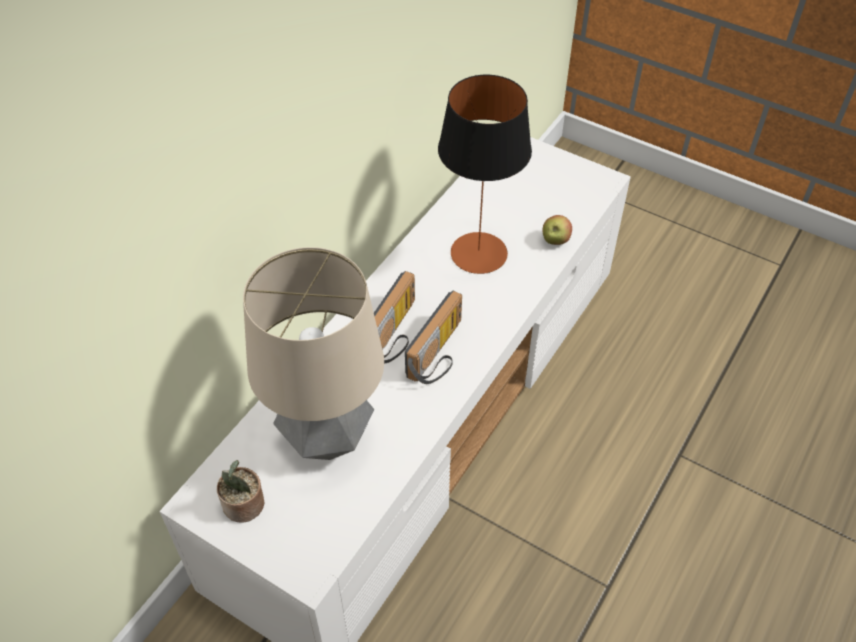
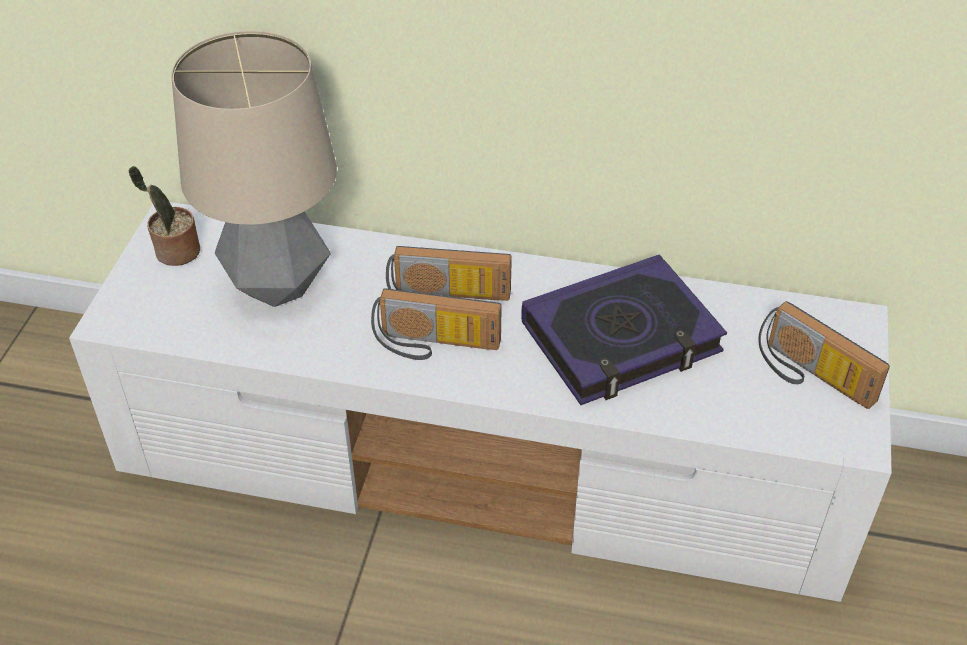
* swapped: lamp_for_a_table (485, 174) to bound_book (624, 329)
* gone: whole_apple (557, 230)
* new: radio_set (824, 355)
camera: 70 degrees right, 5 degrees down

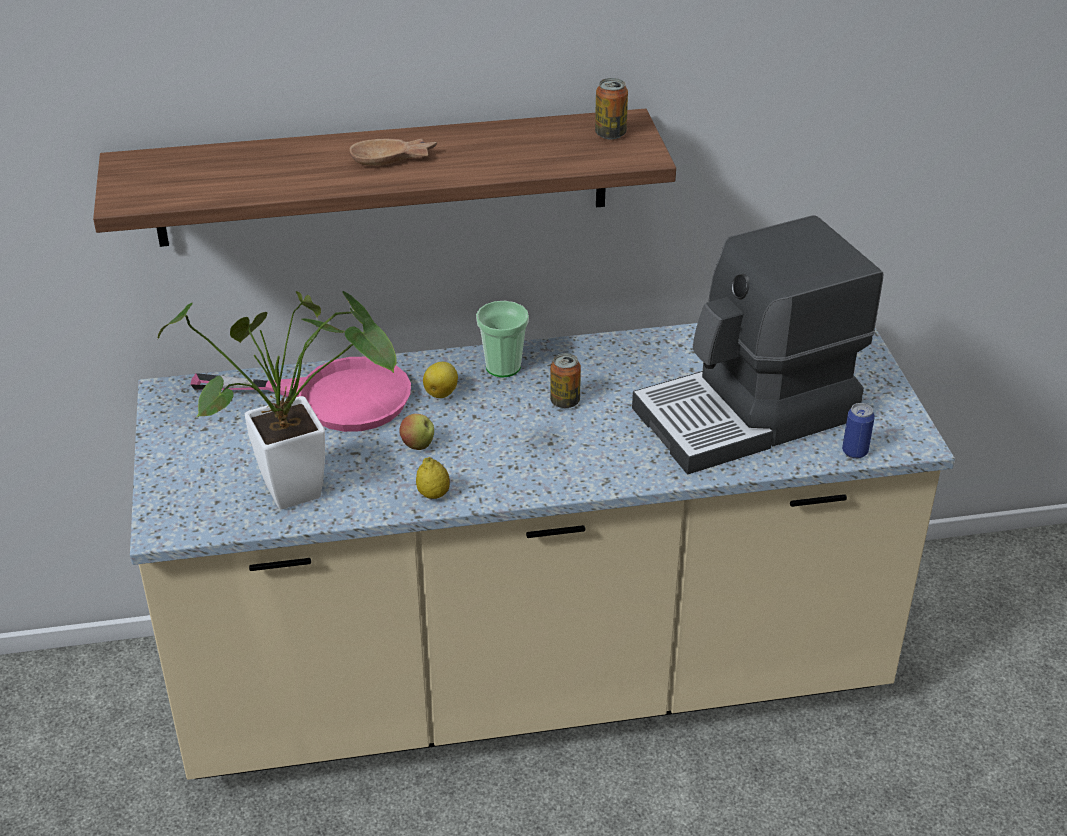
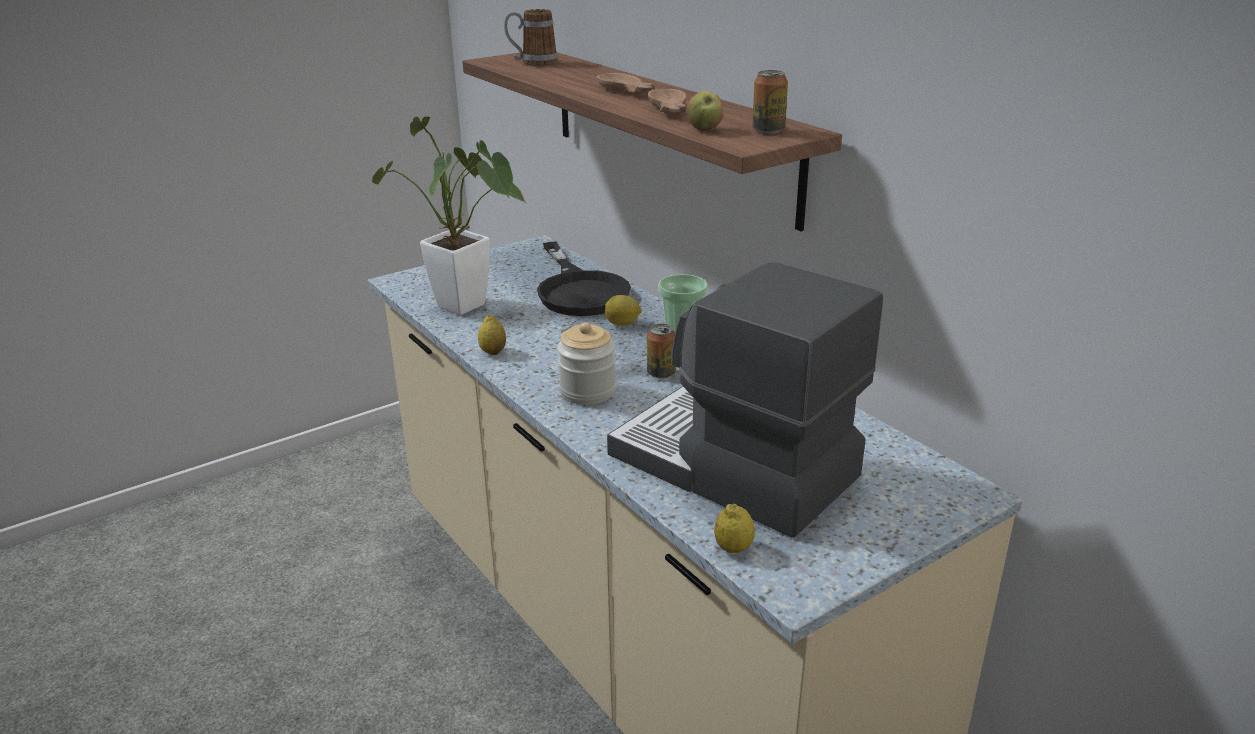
* repainted: pink_frying_pan (300, 394) to black_frying_pan (584, 278)
* shifted: whole_apple (416, 432) to (704, 111)
* swapped: metal_can (858, 431) to lemon (734, 528)
* new: mug (531, 37)
* new: jar (586, 363)
* new: brown-coloured_bowl (667, 100)
camera: 65 degrees right, 10 degrees down

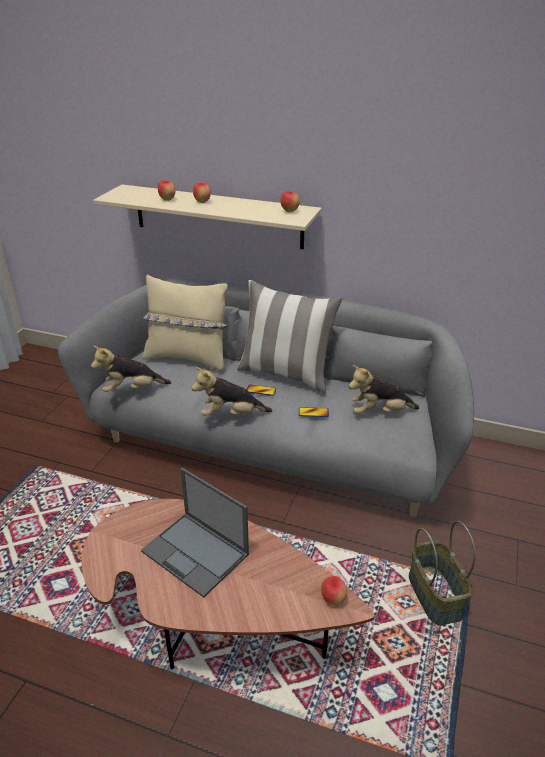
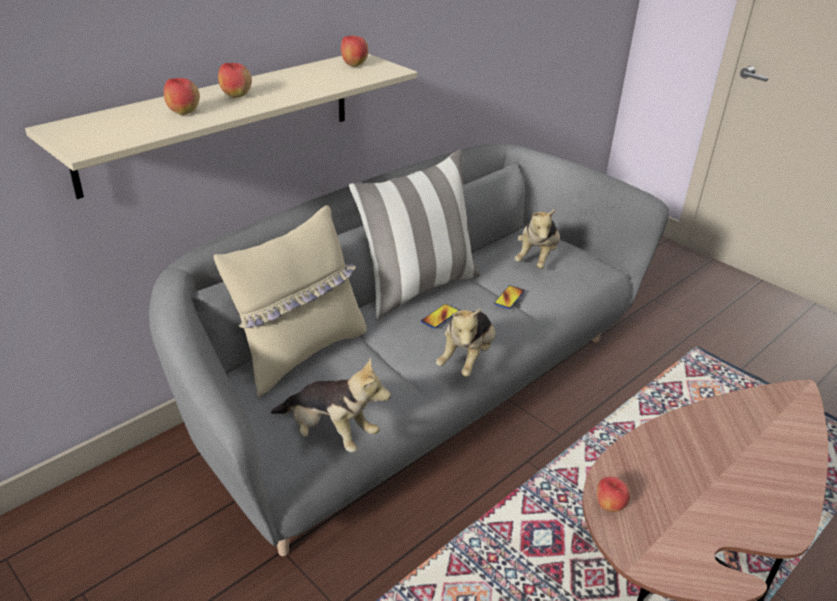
* rotated: plush_toy (131, 369) = (331, 405) 75 degrees counterclockwise
* gone: laptop (195, 533)
* shifted: whole_apple (334, 590) to (613, 494)
* gone: basket (442, 573)
camera: 65 degrees left, 0 degrees up

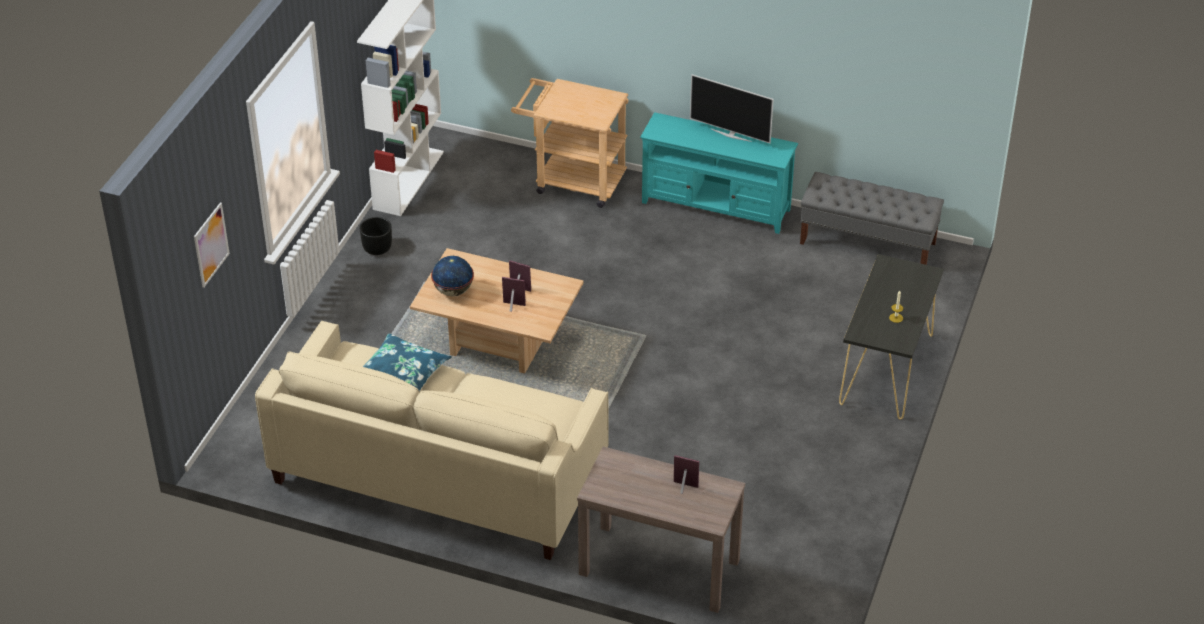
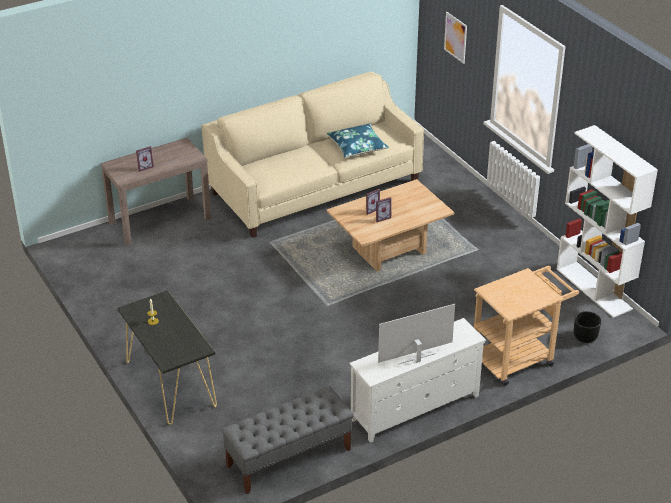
* shifted: black_plant_pot (376, 236) to (587, 327)
* gone: world_globe (452, 276)
* repainted: blue-green_tv_stand (719, 173) to white_tv_stand (418, 380)
camera: 130 degrees right, 5 degrees down

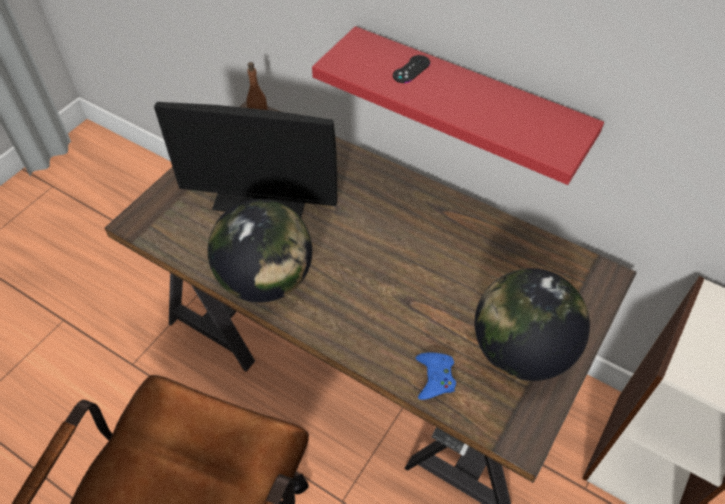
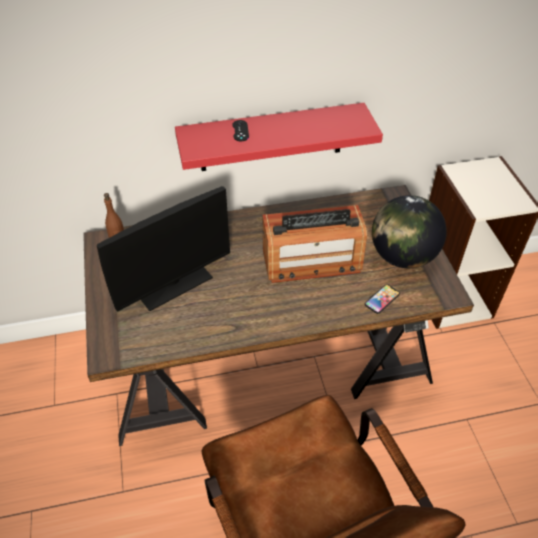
* gone: world_globe (260, 251)
* swapped: blue-coloured_gamepad (436, 376) to phone (382, 299)
* new: radio_set (315, 244)
camera: 45 degrees left, 5 degrees down

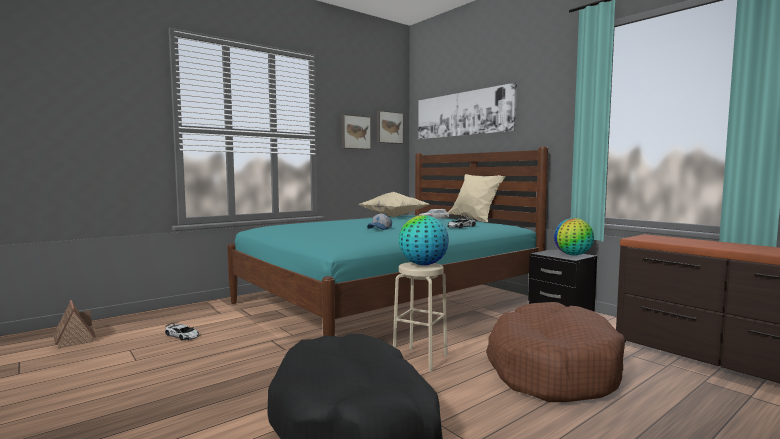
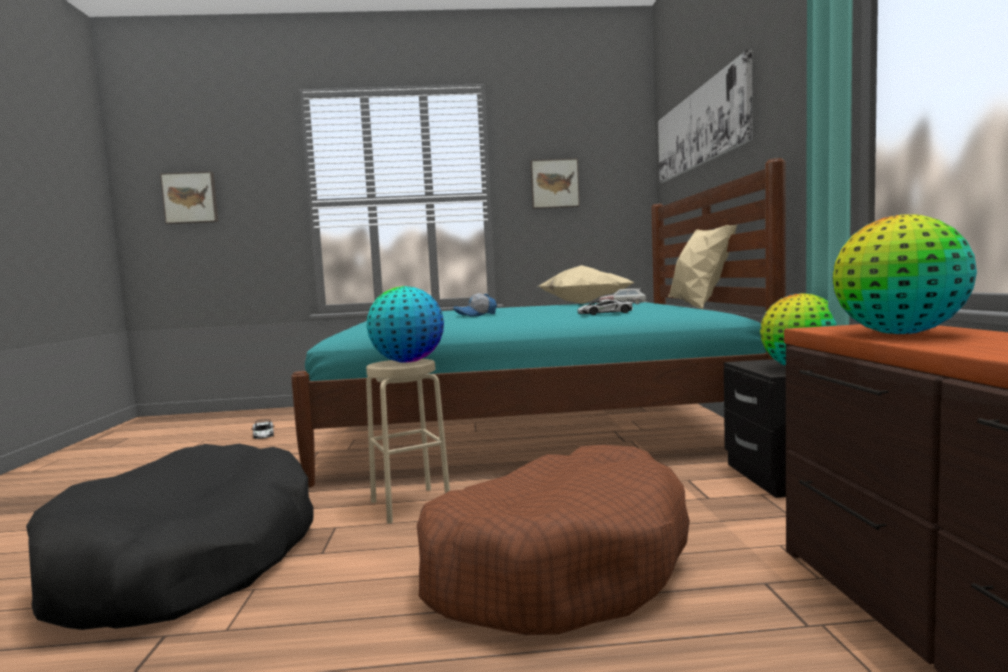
* gone: model_house (74, 324)
* shifted: wall_picture (390, 127) to (189, 198)
* new: world_globe (904, 274)
camera: 35 degrees right, 0 degrees up

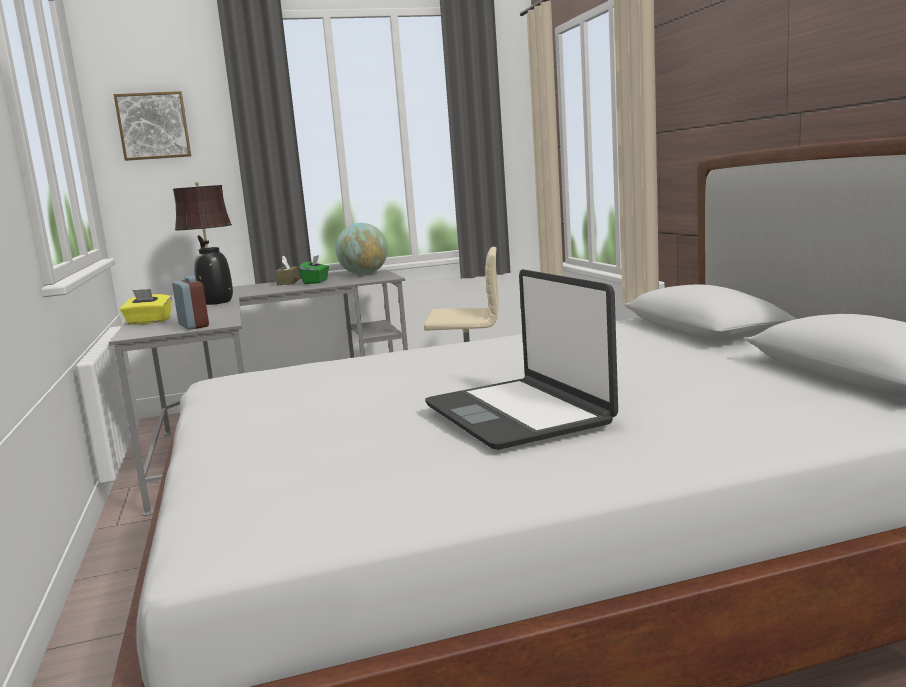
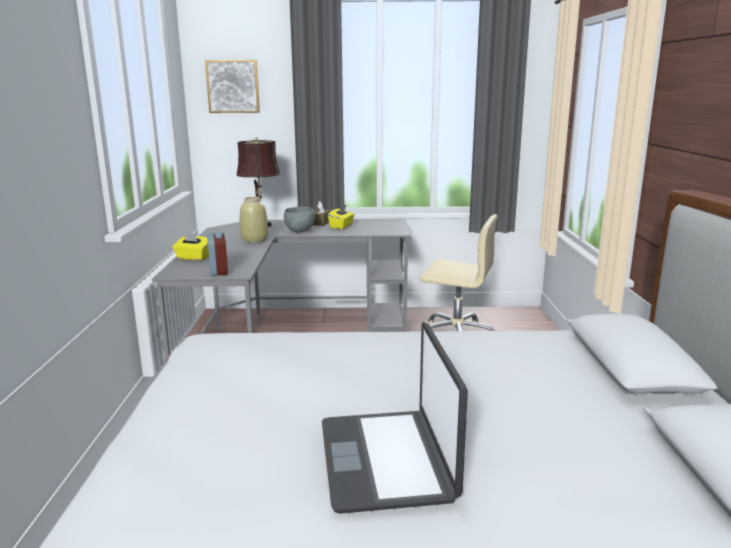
* repainted: black_vase (213, 276) to sand-coloured_vase (254, 220)
* repainted: greenish_box_of_tissues (314, 269) to yellow_box_of_tissues (341, 217)
* gone: world_globe (362, 249)
* new: greyish_bowl (299, 220)
camera: 15 degrees right, 5 degrees up

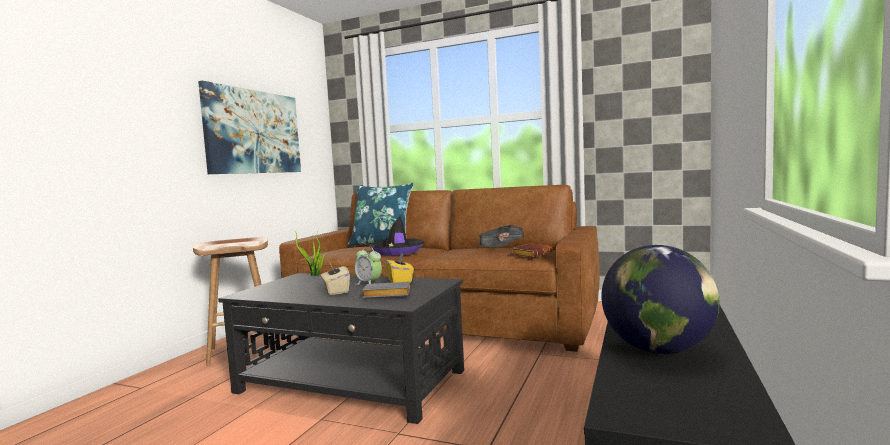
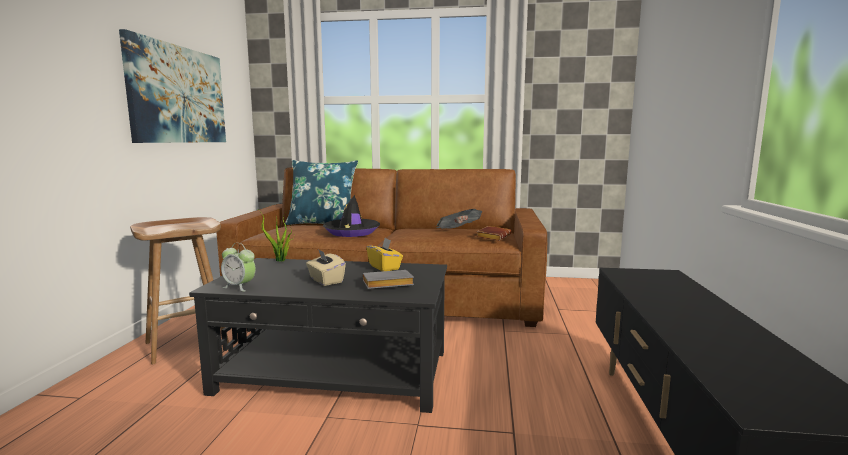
* shifted: table_clock (368, 265) to (238, 267)
* gone: world_globe (660, 299)
camera: 15 degrees left, 5 degrees up

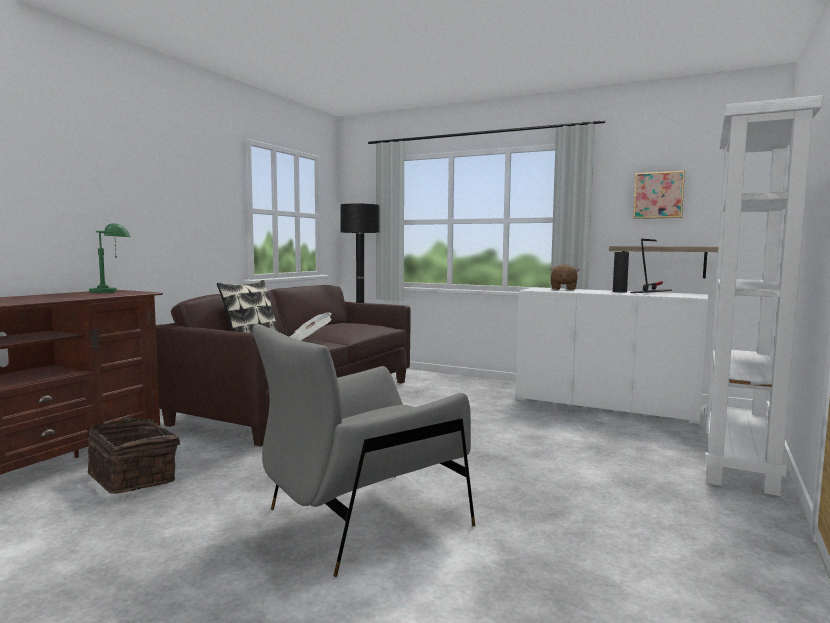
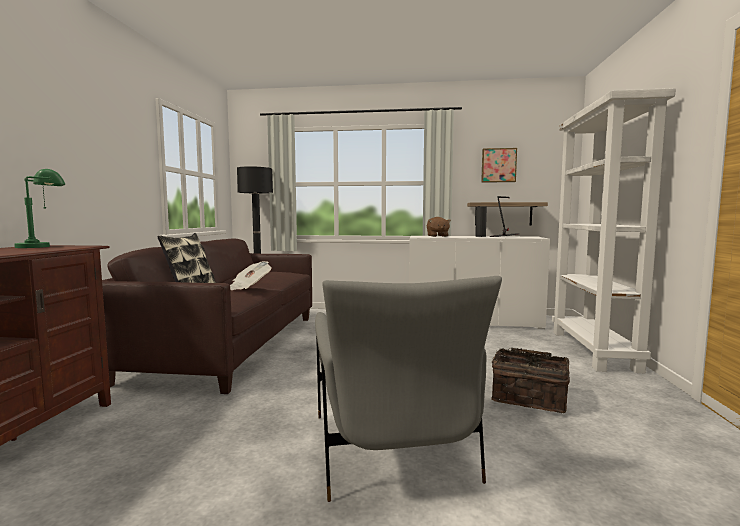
* shifted: basket (134, 455) to (530, 380)
* rotated: greyish_armchair (364, 450) = (408, 389) 45 degrees counterclockwise
camera: 20 degrees left, 0 degrees up

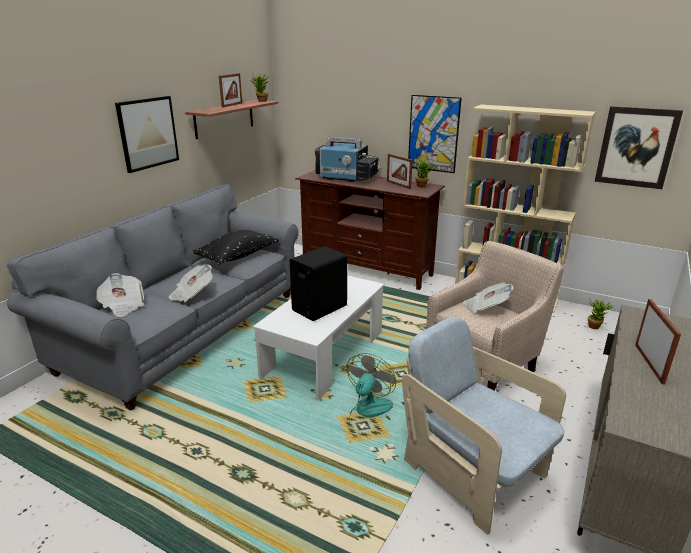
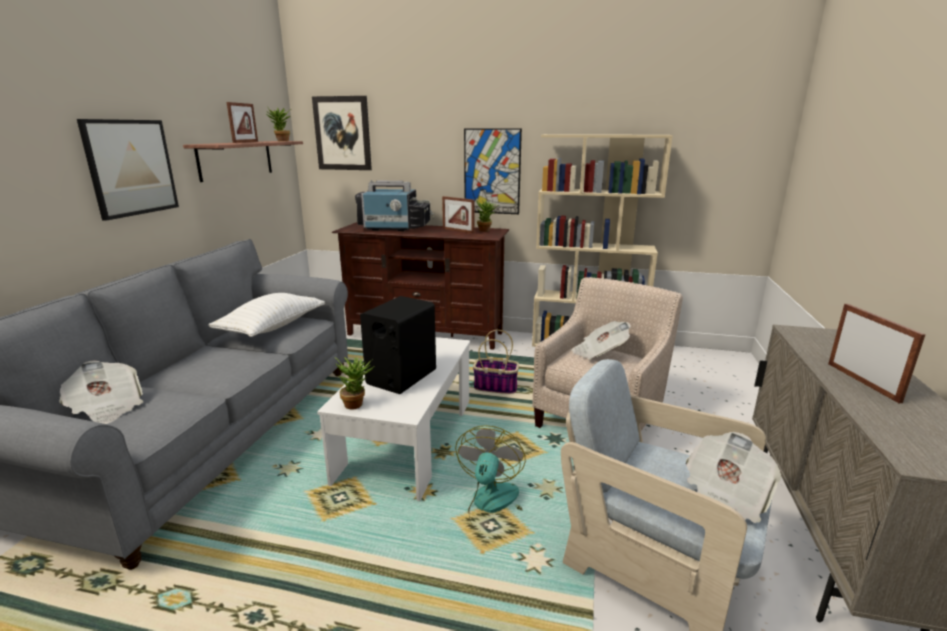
* shifted: daily_paper (191, 283) to (733, 477)
* repainted: black_throw_pillow (235, 247) to white_throw_pillow (266, 315)
* shifted: potted_plant (600, 313) to (355, 383)
* shifted: wall_picture (639, 147) to (342, 133)
* new: basket (496, 362)
camera: 15 degrees left, 5 degrees down

